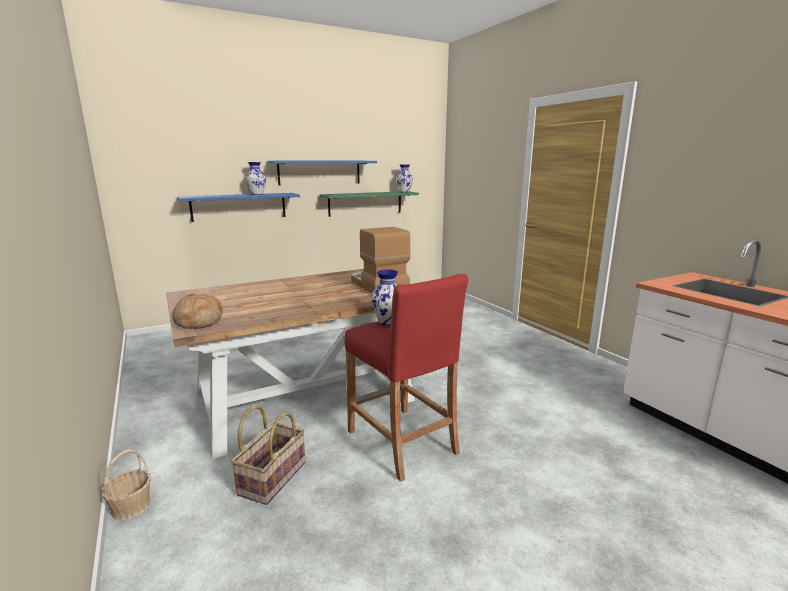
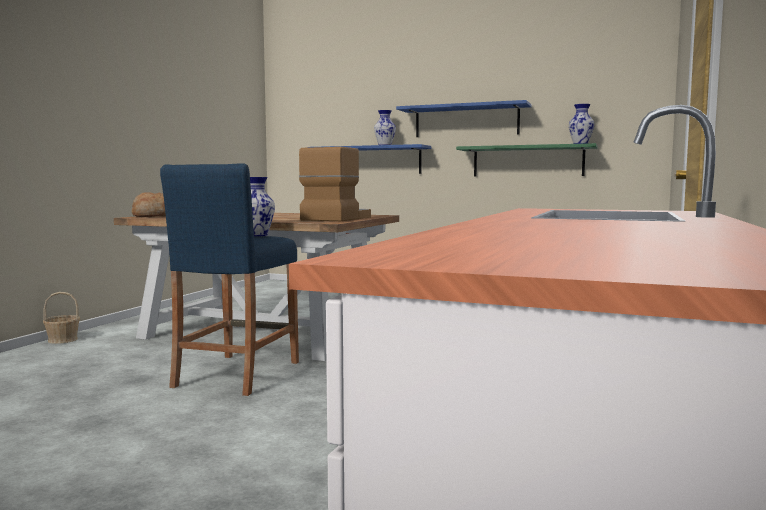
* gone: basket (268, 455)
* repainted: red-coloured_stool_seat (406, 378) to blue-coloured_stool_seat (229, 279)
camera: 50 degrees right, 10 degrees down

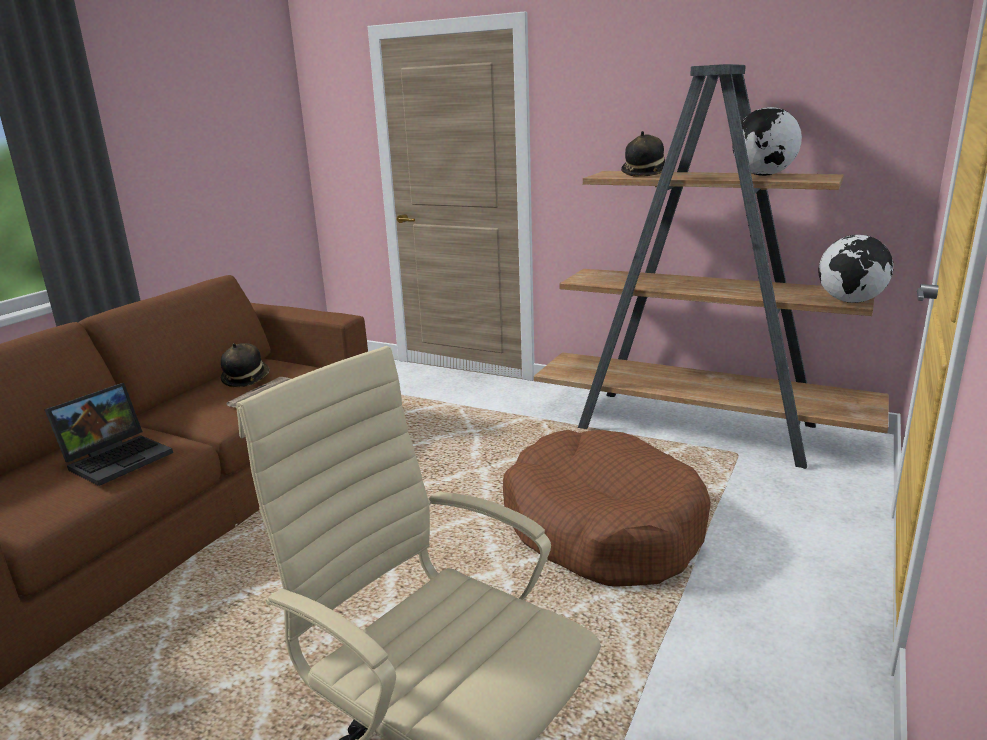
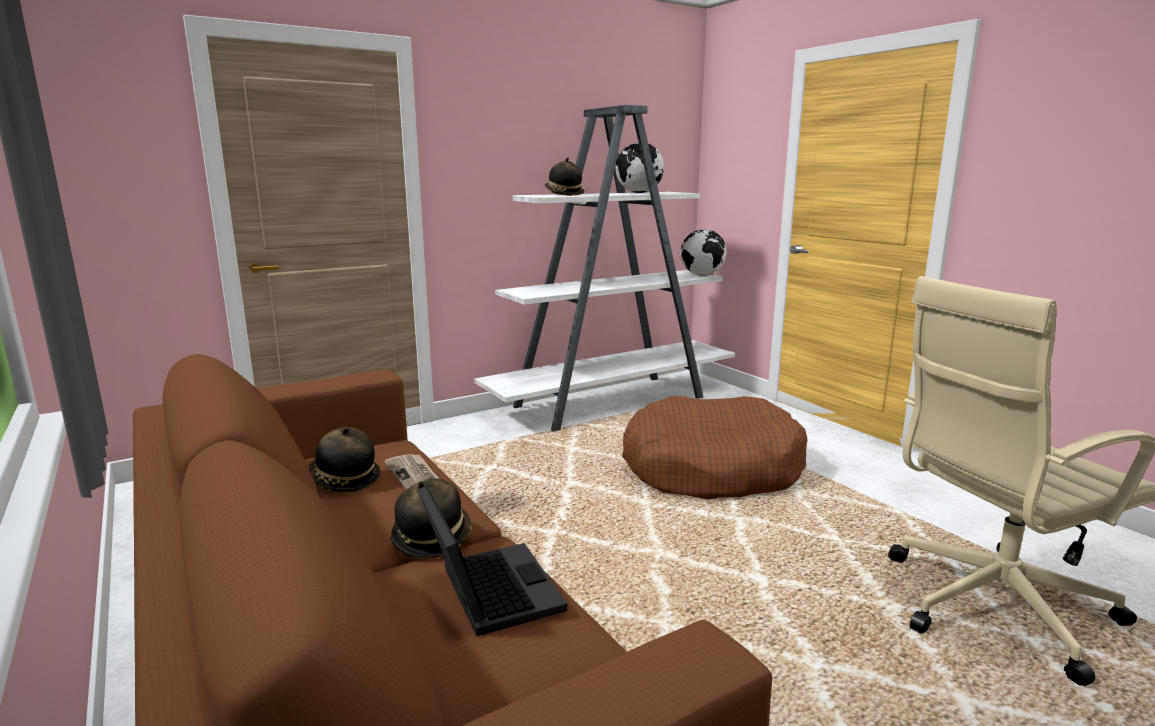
* repainted: brown-coloured_bookcase (711, 266) to white_bookcase (604, 268)
* new: clothing_hat (431, 518)
camera: 60 degrees left, 5 degrees down

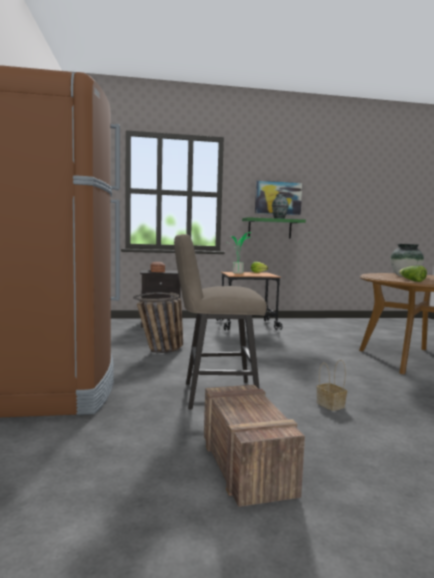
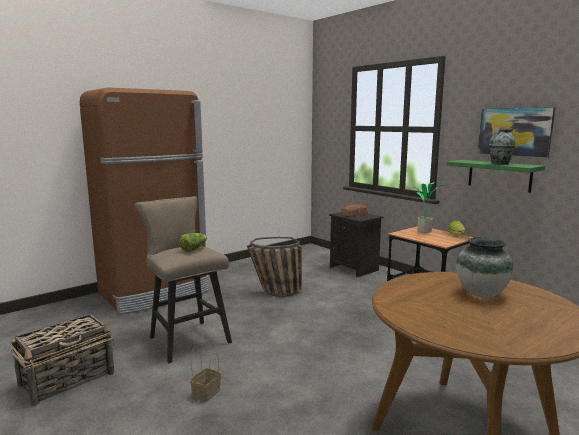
* swapped: packing_crate (254, 446) to basket (62, 360)
* shifted: lettuce (413, 274) to (193, 242)
camera: 60 degrees right, 5 degrees up

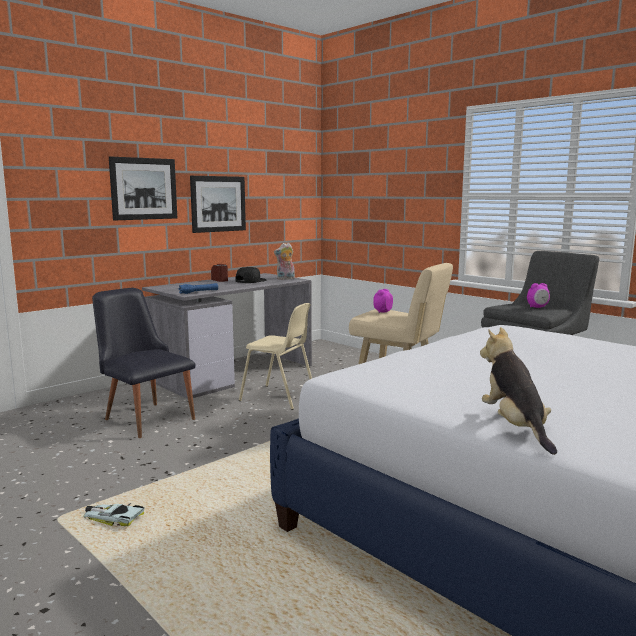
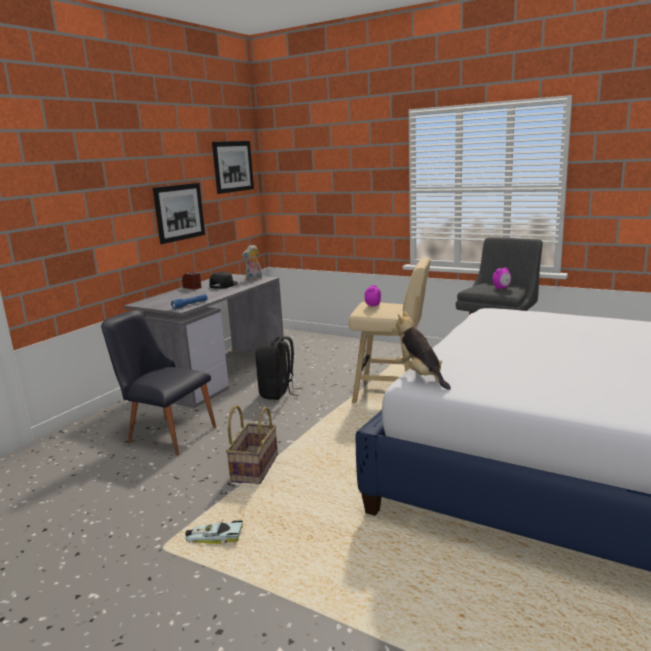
* shifted: wall_picture (143, 188) to (233, 167)
* swapped: sand-coloured_upright_chair (275, 356) to black_backpack (279, 368)
* shifted: plush_toy (518, 391) to (421, 350)
* new: basket (252, 444)
camera: 15 degrees left, 5 degrees up

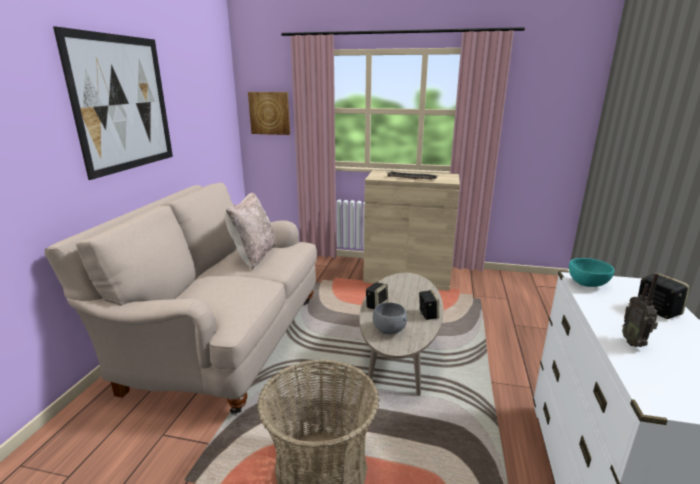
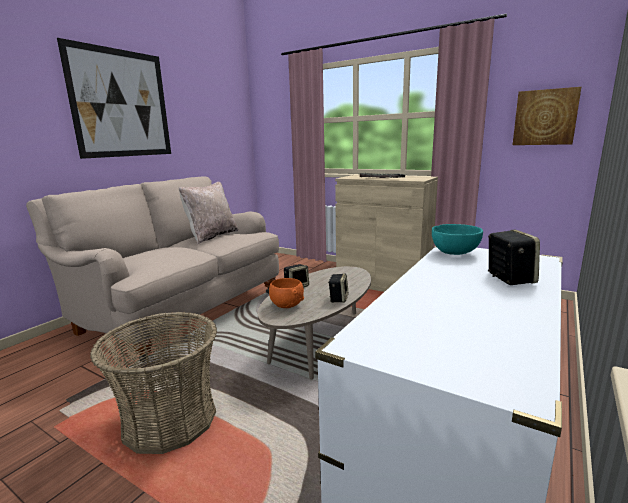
* shifted: wall_picture (269, 113) to (547, 116)
* repainted: greyish_bowl (390, 318) to orange_bowl (286, 293)
* gone: radio_set (640, 310)
camera: 20 degrees right, 5 degrees down

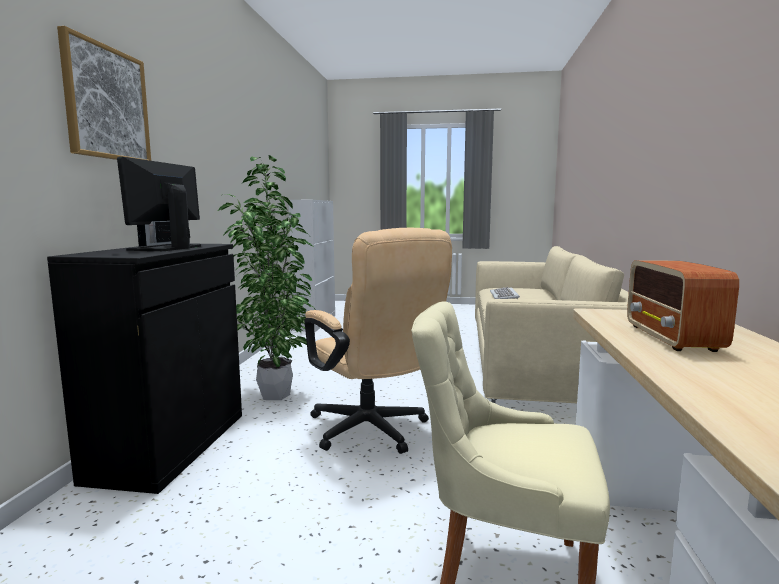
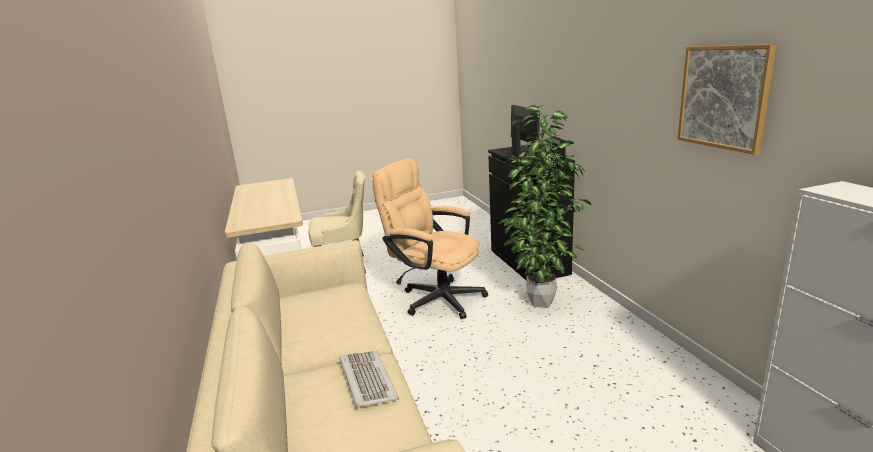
* shifted: wall_picture (104, 93) to (727, 99)
* gone: radio_set (683, 306)
camera: 155 degrees right, 10 degrees up

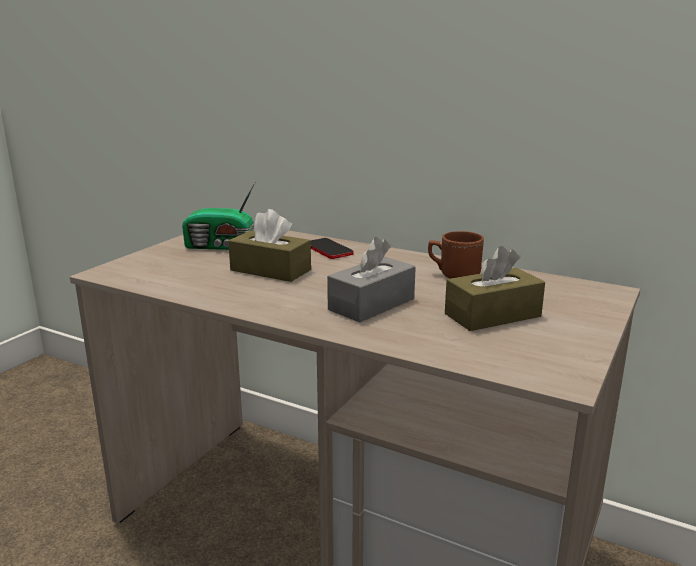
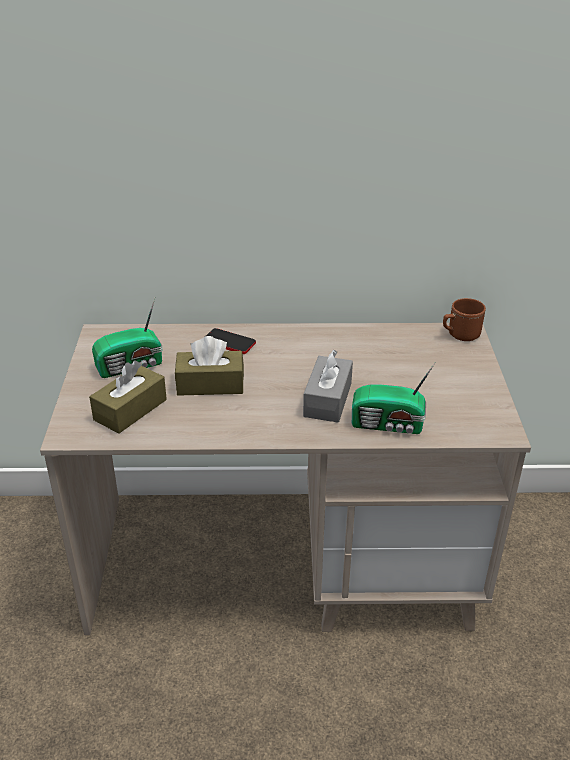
* shifted: brown-coloured_mug (456, 255) to (464, 319)
* shifted: brown-coloured_box_of_tissues (495, 288) to (128, 397)
* new: radio_set (394, 398)
camera: 30 degrees left, 15 degrees up

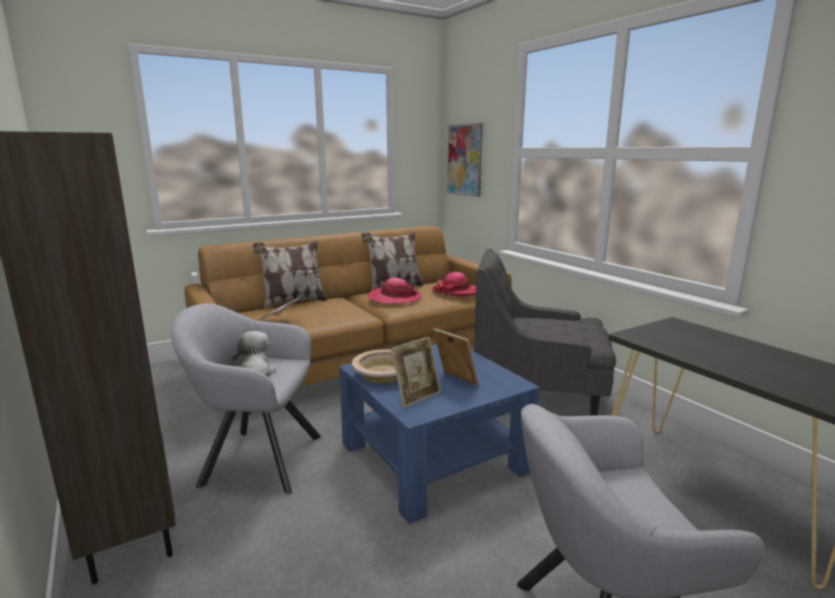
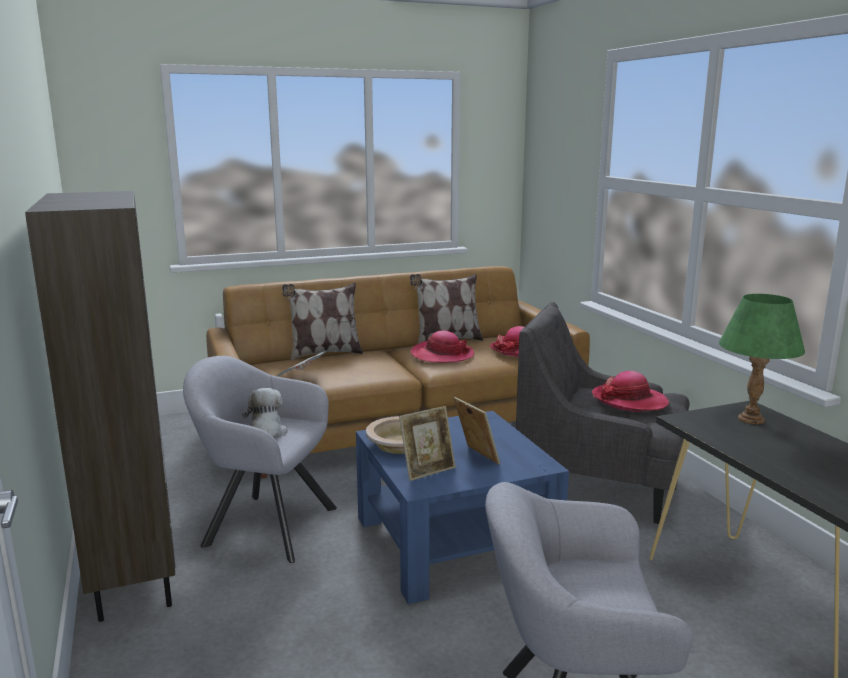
* gone: wall_picture (465, 160)
* new: clothing_hat (630, 391)
* new: greenish_lamp_for_a_table (762, 359)
camera: 10 degrees right, 0 degrees up

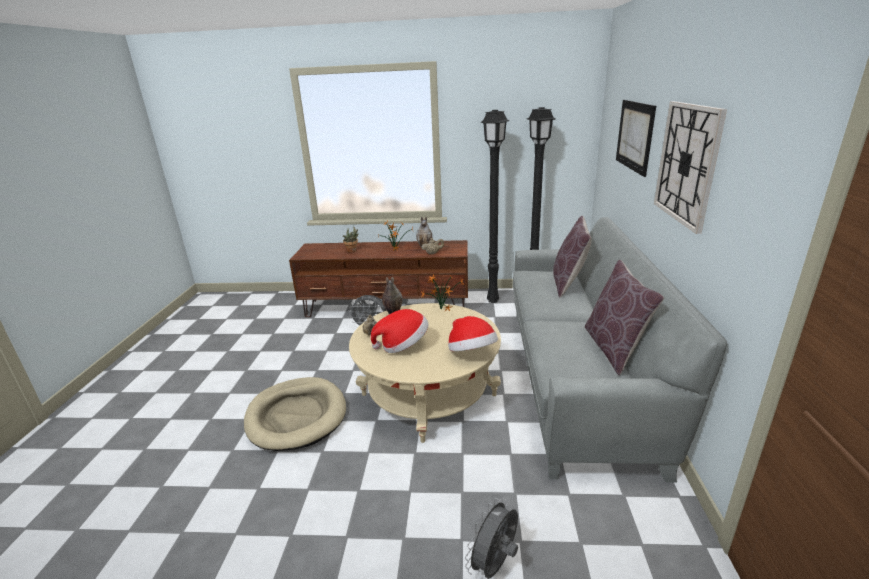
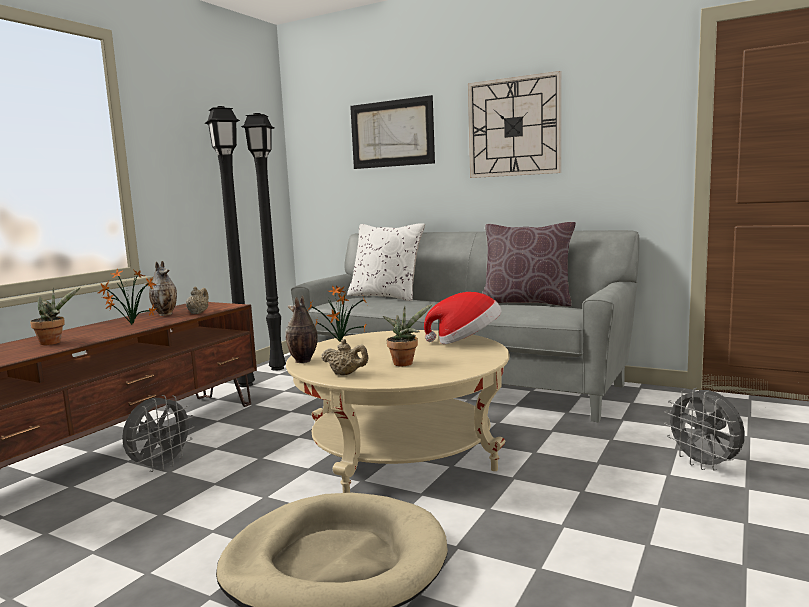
* swapped: clothing_hat (399, 331) to potted_plant (408, 335)
* repainted: brown-coloured_throw_pillow (572, 257) to white_throw_pillow (386, 262)
camera: 65 degrees left, 15 degrees down

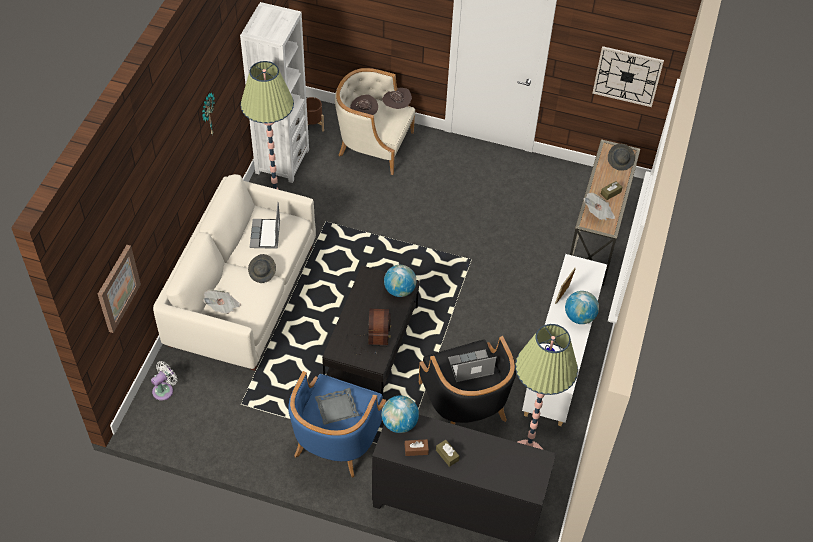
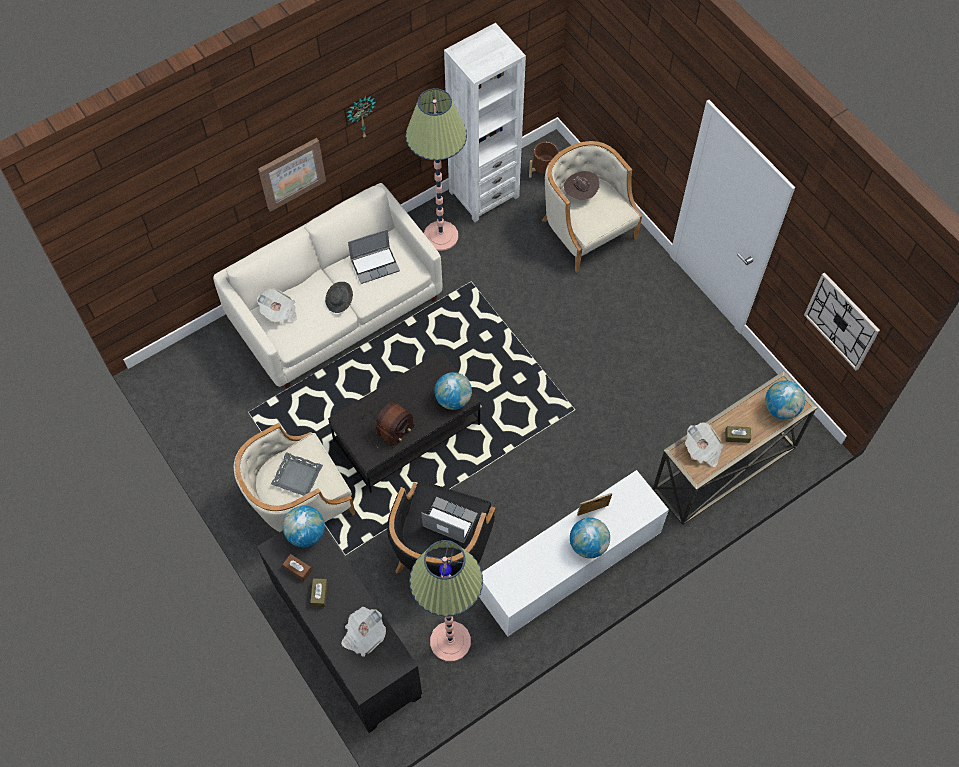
* shifted: wall_picture (119, 289) to (292, 175)
* gone: white_fan (164, 381)
* rotated: laptop (265, 225) = (374, 256) 150 degrees counterclockwise
* repainted: blue-coloured_armchair (337, 424) to sand-coloured_armchair (294, 477)
* gone: brown-coloured_clothing_hat (397, 98)
* swapped: greyish_clothing_hat (621, 157) to world_globe (785, 400)
* new: daily_paper (363, 632)
camera: 40 degrees right, 10 degrees up

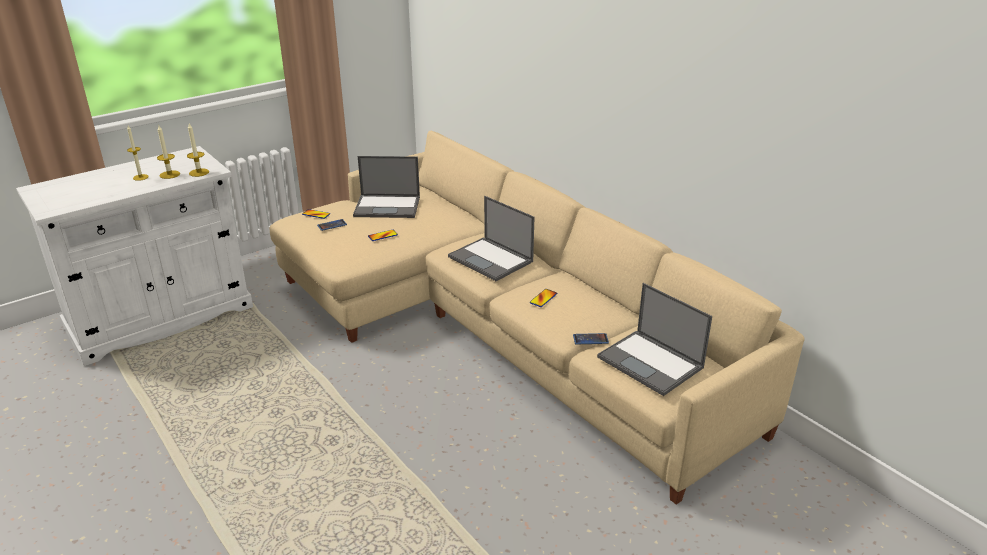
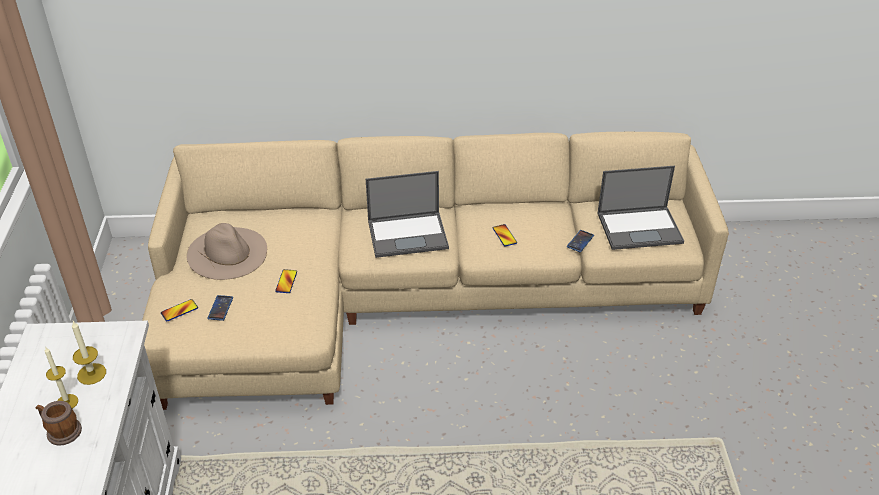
* gone: candle (198, 150)
* swapped: laptop (386, 187) to sand-coloured_clothing_hat (226, 251)
* new: mug (59, 423)
camera: 55 degrees left, 10 degrees up

